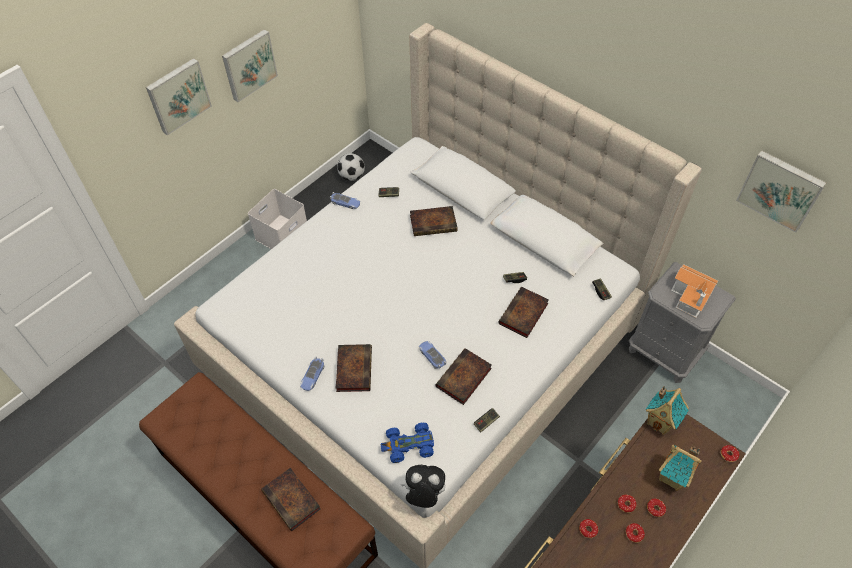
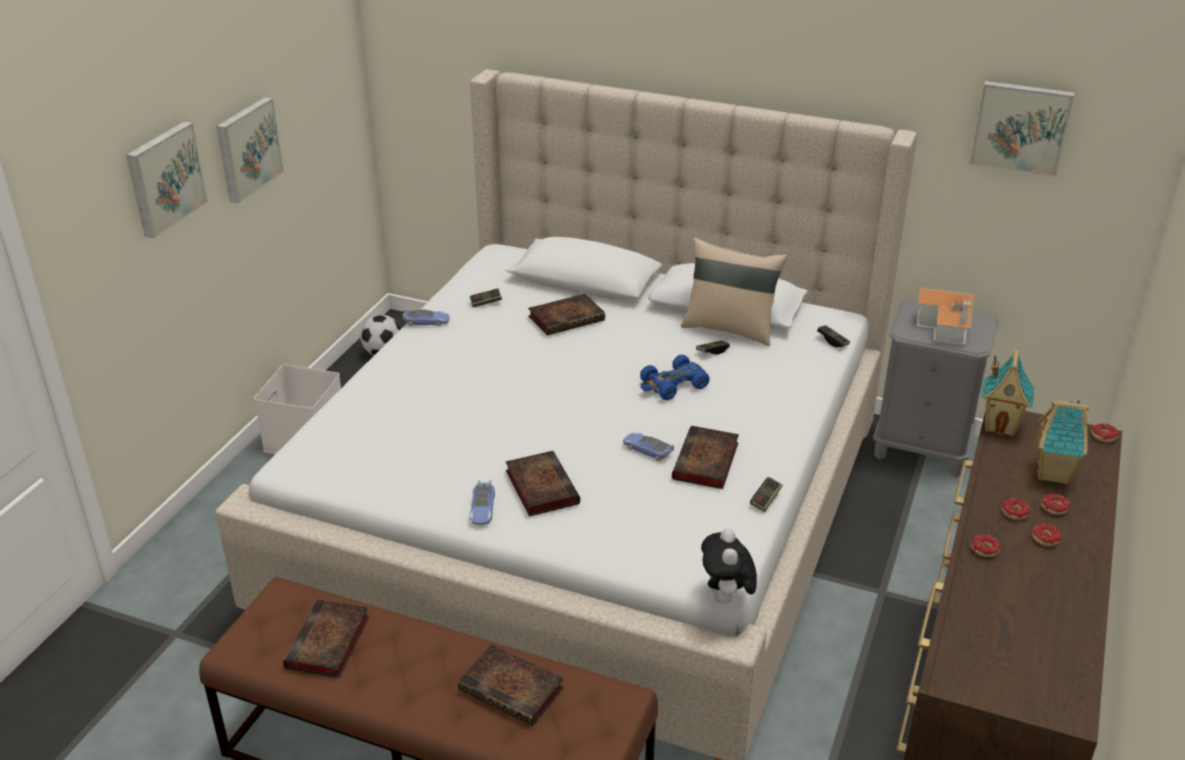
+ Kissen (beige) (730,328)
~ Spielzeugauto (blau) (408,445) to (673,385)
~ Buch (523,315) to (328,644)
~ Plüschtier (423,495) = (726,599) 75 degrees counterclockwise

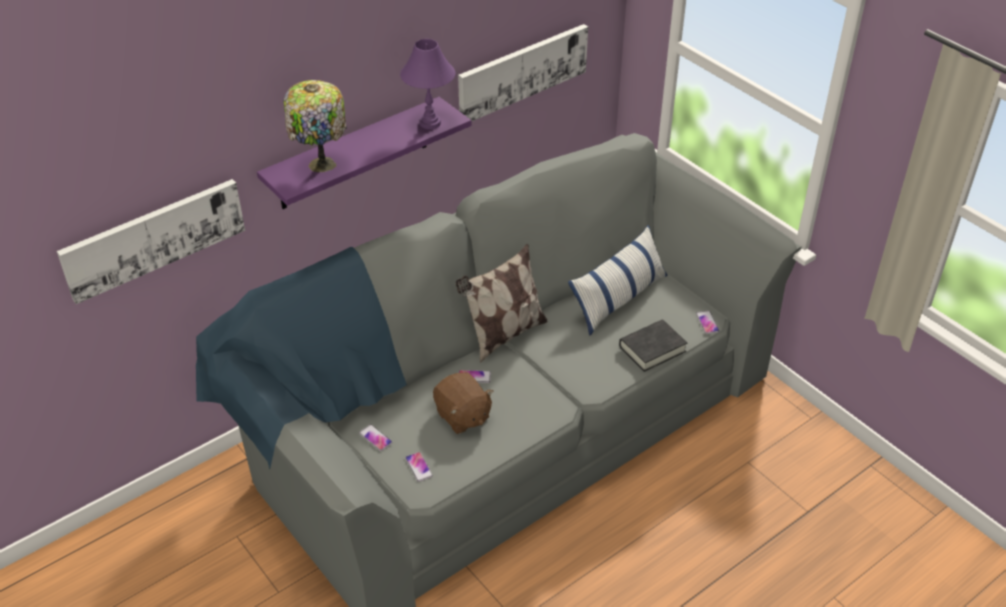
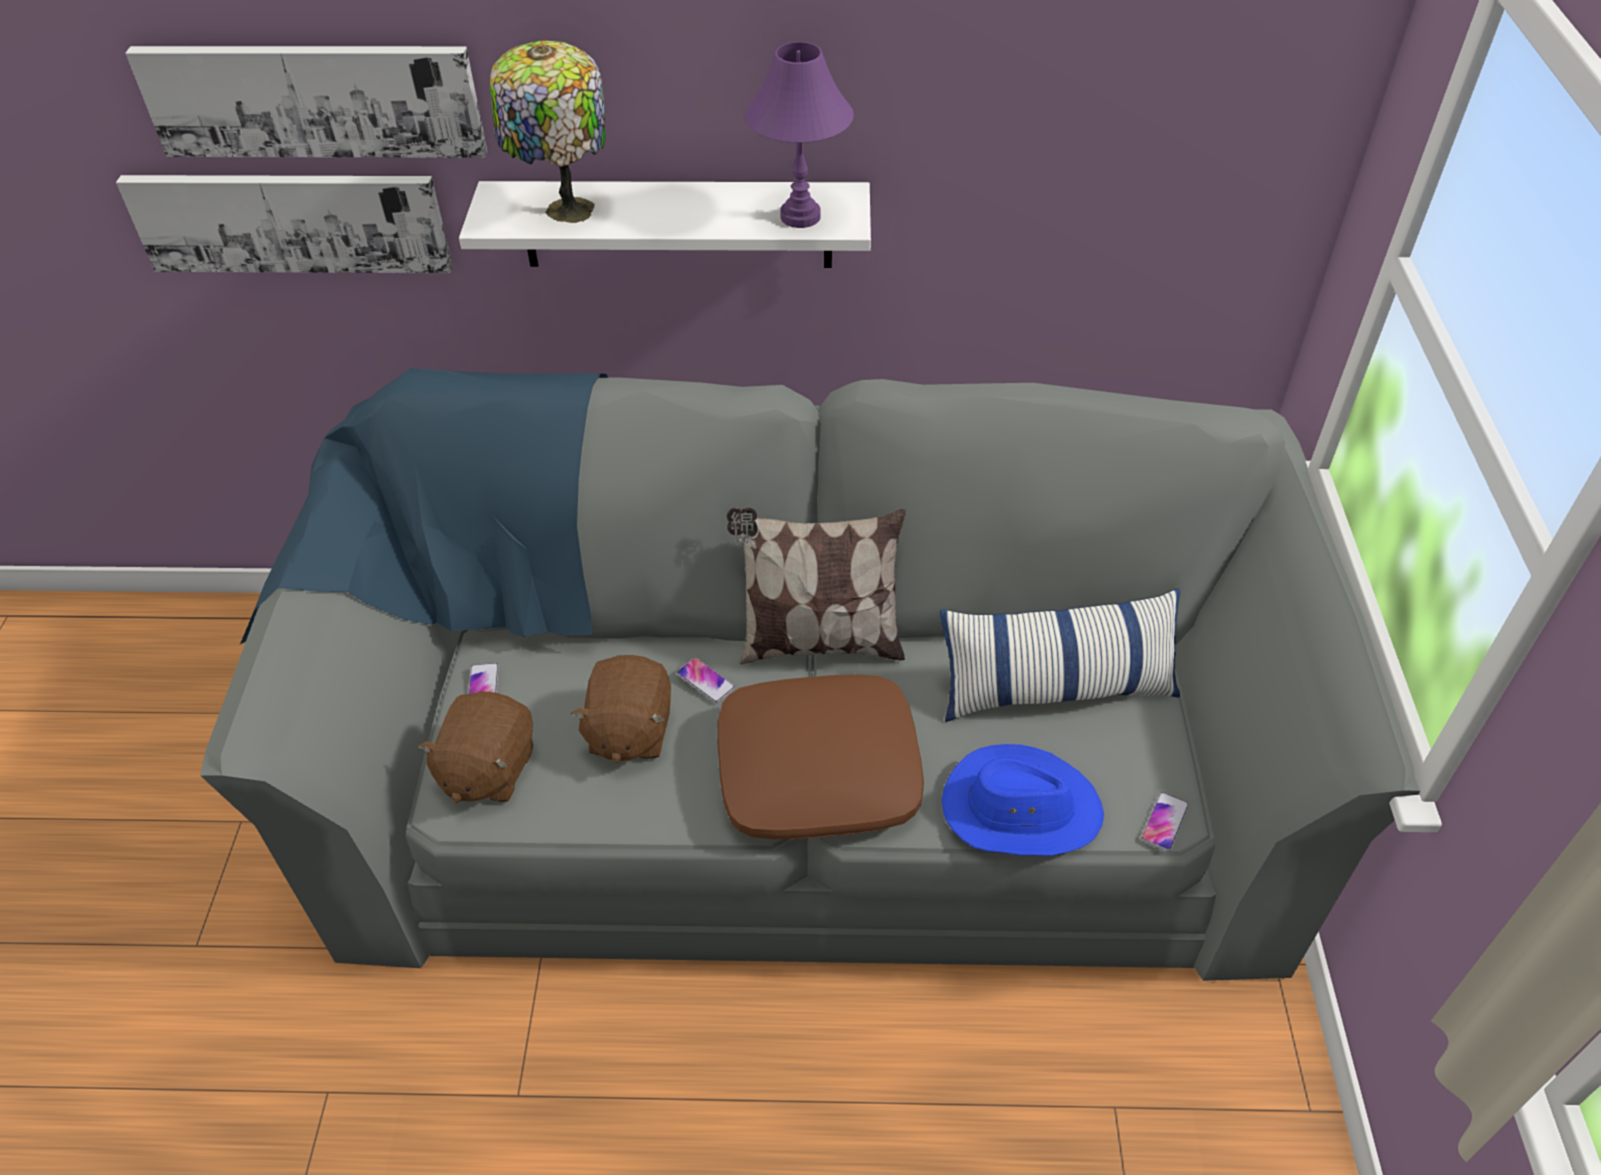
+ Kissen (braun) (819,769)
~ Bild (522,71) to (314,99)
~ Handy (419,467) to Plüschtier (braun) (487,769)
~ Buch (schwarz) (652,349) to Hut (blau) (1020,808)
~ Wandregal (lila) (353,154) to Wandregal (weiß) (677,224)

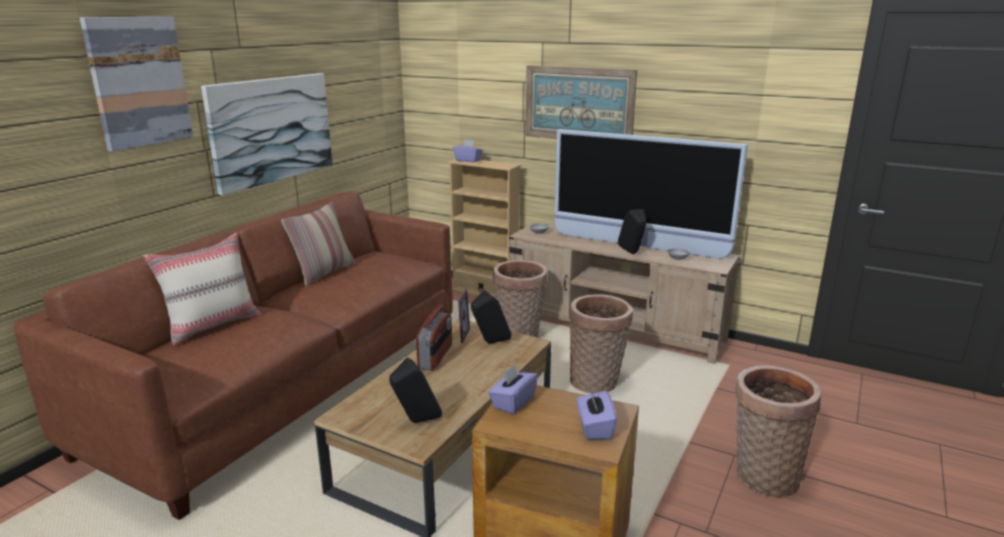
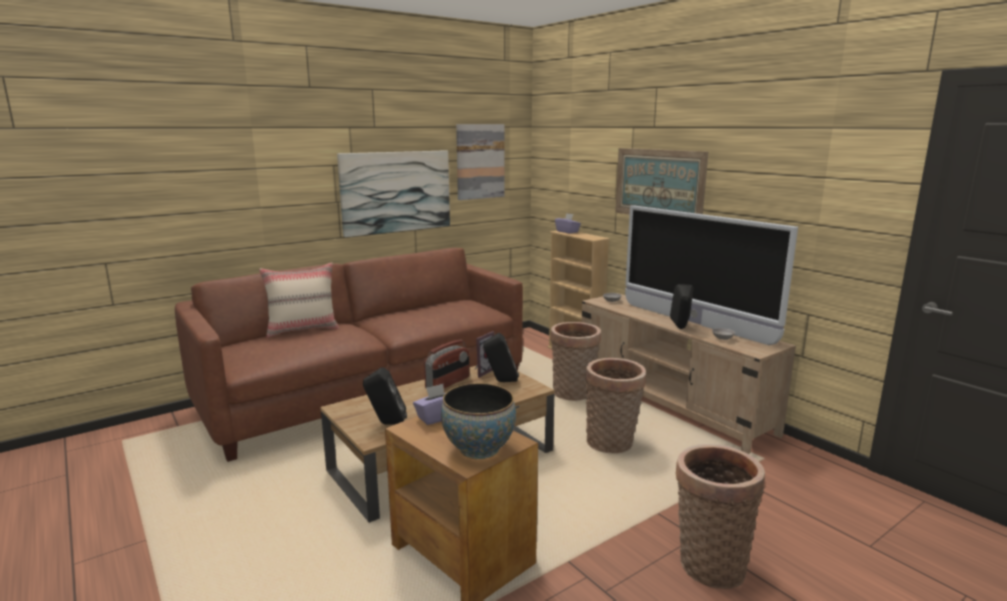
- Kissen (323,273)
~ Bild (139,82) to (480,161)
~ Taschentuchbox (lila) (594,428) to Schüssel (479,449)

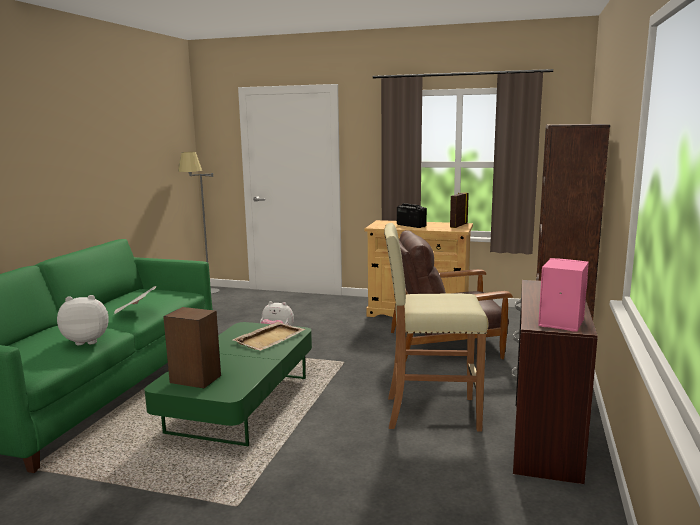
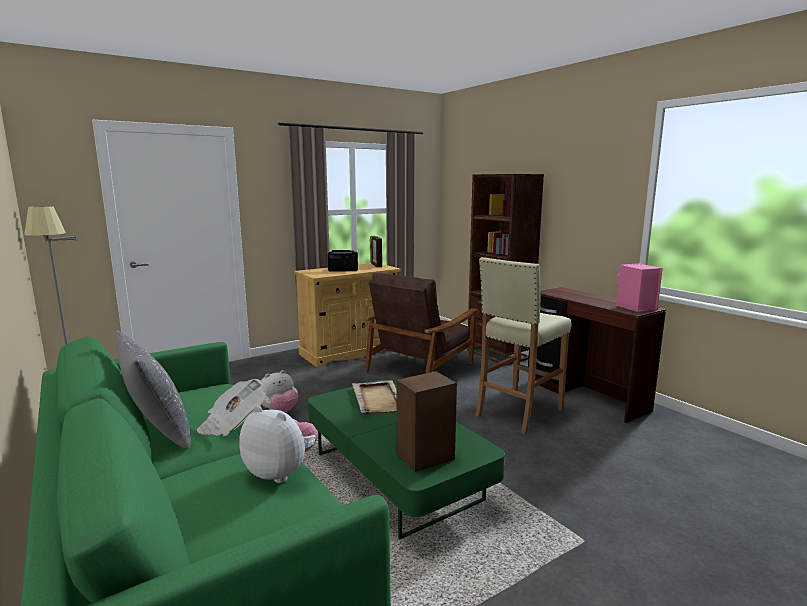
+ Kissen (grau) (157,431)
~ Plüschtier (87,341) = (281,472) 90 degrees clockwise

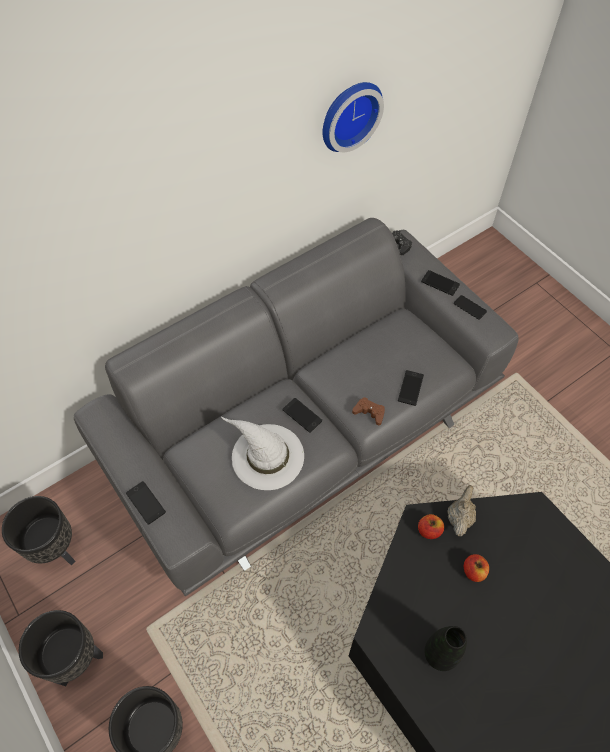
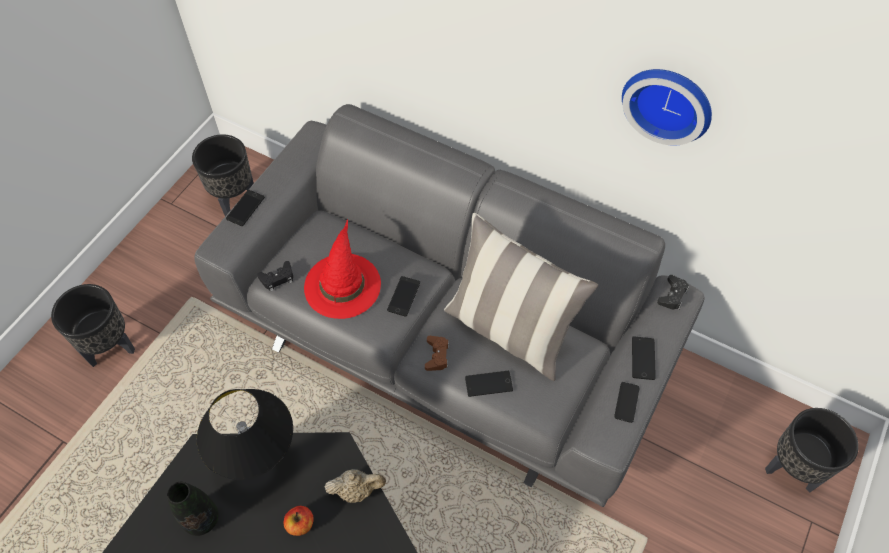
- Apfel (429,530)
+ Tischlampe (schwarz) (263,467)
+ Gamepad (schwarz) (277,278)
+ Kissen (510,330)
~ Pflanzkübel (schwarz) (77,659) to (792,470)
~ Hut (weiß) (266,456) to Hut (rot) (342,284)

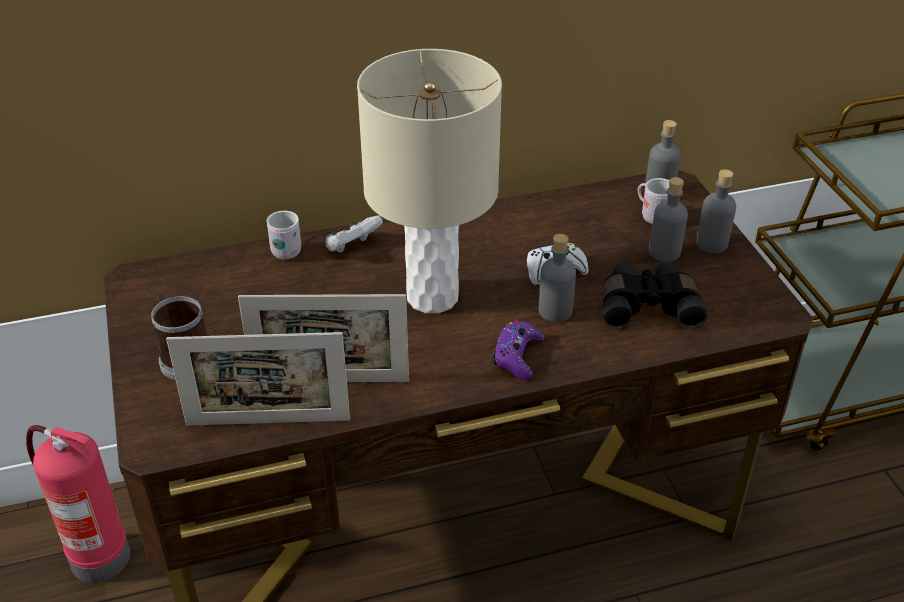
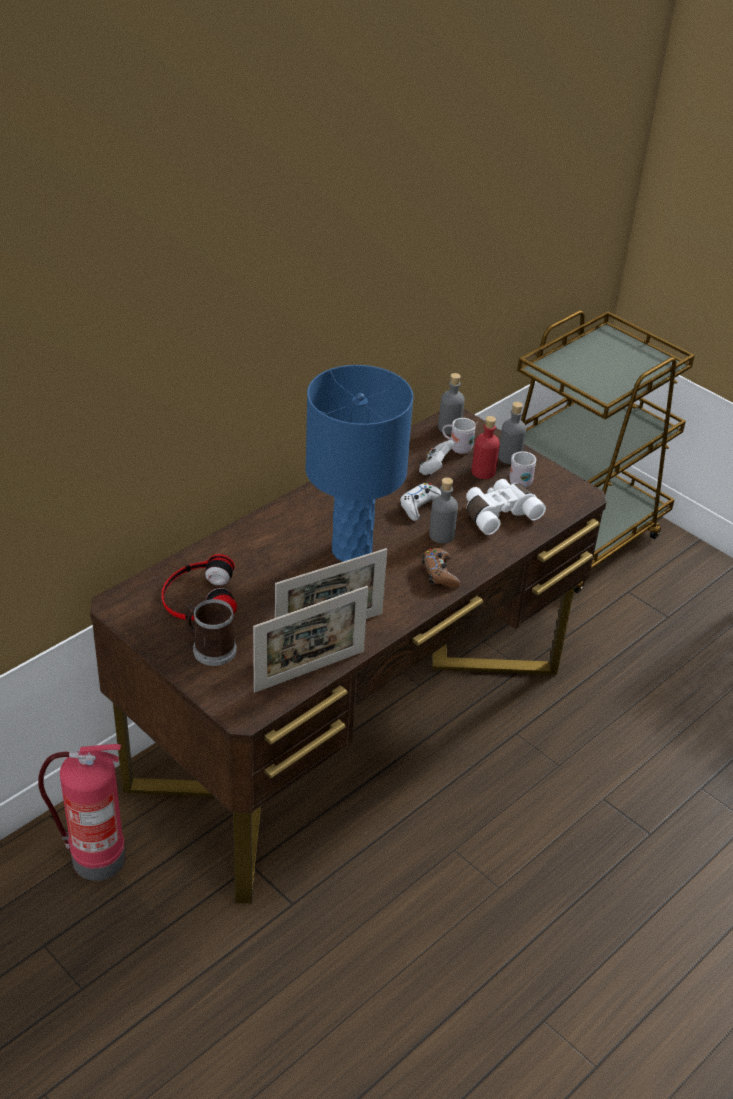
+ Kopfhörer (199,597)
~ Henkelbecher (weiß) (287,249) to (518,481)
~ Gamepad (weiß) (352,247) to (434,468)
~ Tischlampe (beige) (433,298) to Tischlampe (blau) (352,551)
~ Gamepad (lila) (517,356) to Gamepad (braun) (440,573)
~ Fernglas (schwarz) (648,306) to Fernglas (weiß) (498,513)
~ Flasche (grau) (664,252) to Flasche (rot) (483,472)

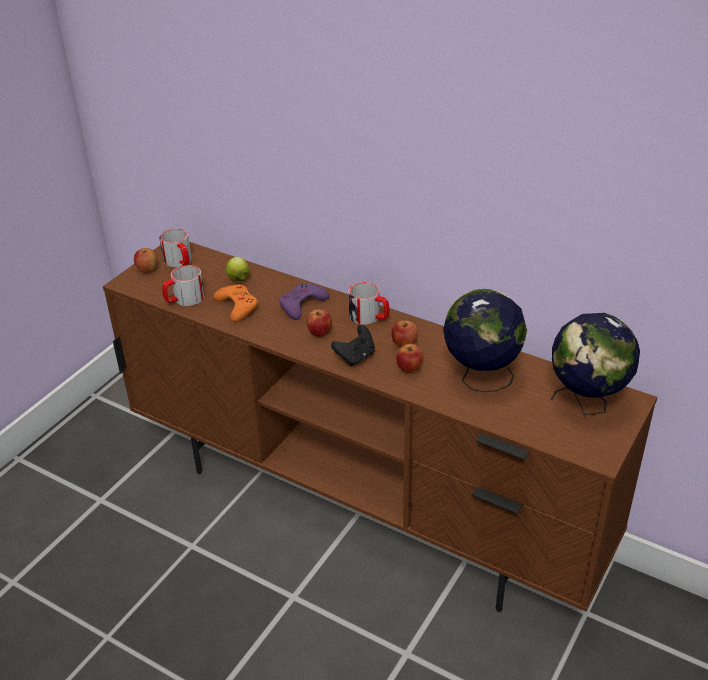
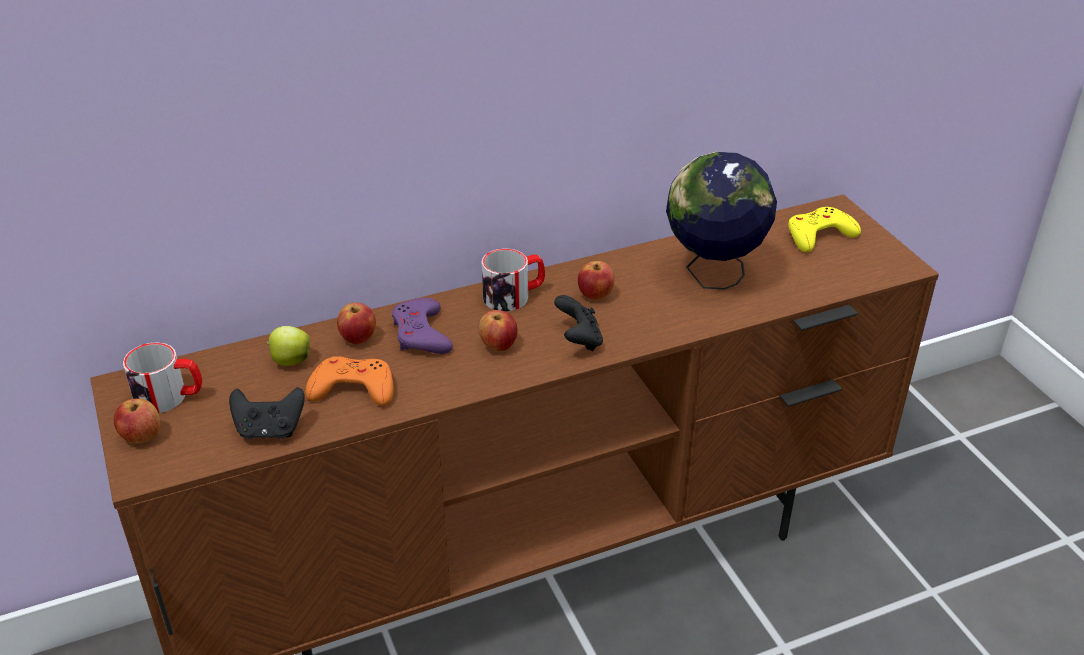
~ Apfel (409,368) to (358,338)
~ Henkelbecher (184,299) to Gamepad (schwarz) (270,430)
~ Globus (586,404) to Gamepad (gelb) (819,235)

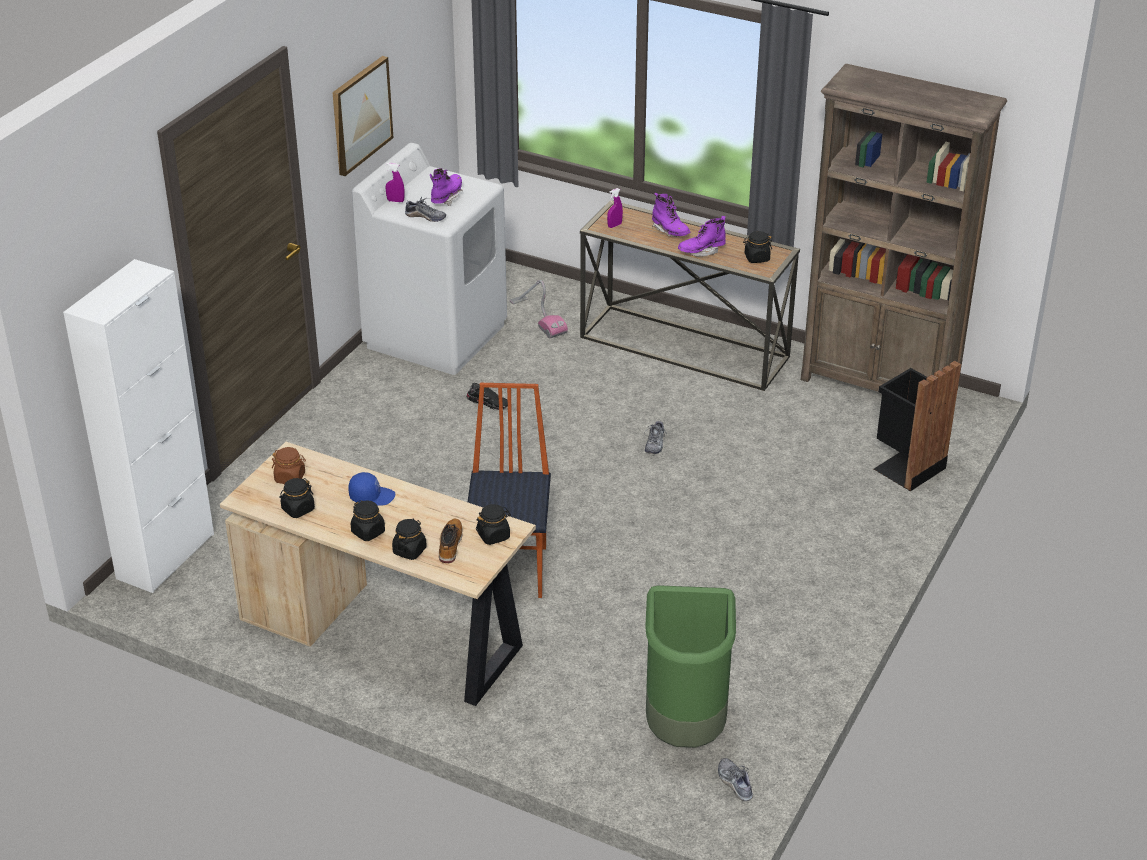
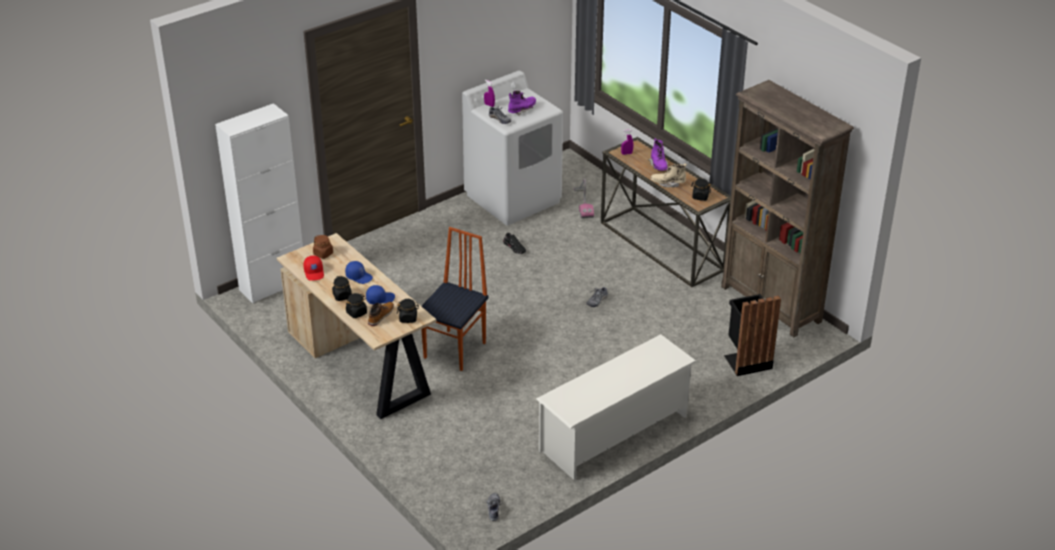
- Bild (361,115)
- Mülleimer (grün) (686,727)
+ Kappe (blau) (380,299)
+ Schuhregal (weiß) (614,433)
~ Vorratsglas (schwarz) (298,509) to Kappe (rot) (314,272)
~ Stiefel (lila) (701,251) to Stiefel (beige) (668,183)

